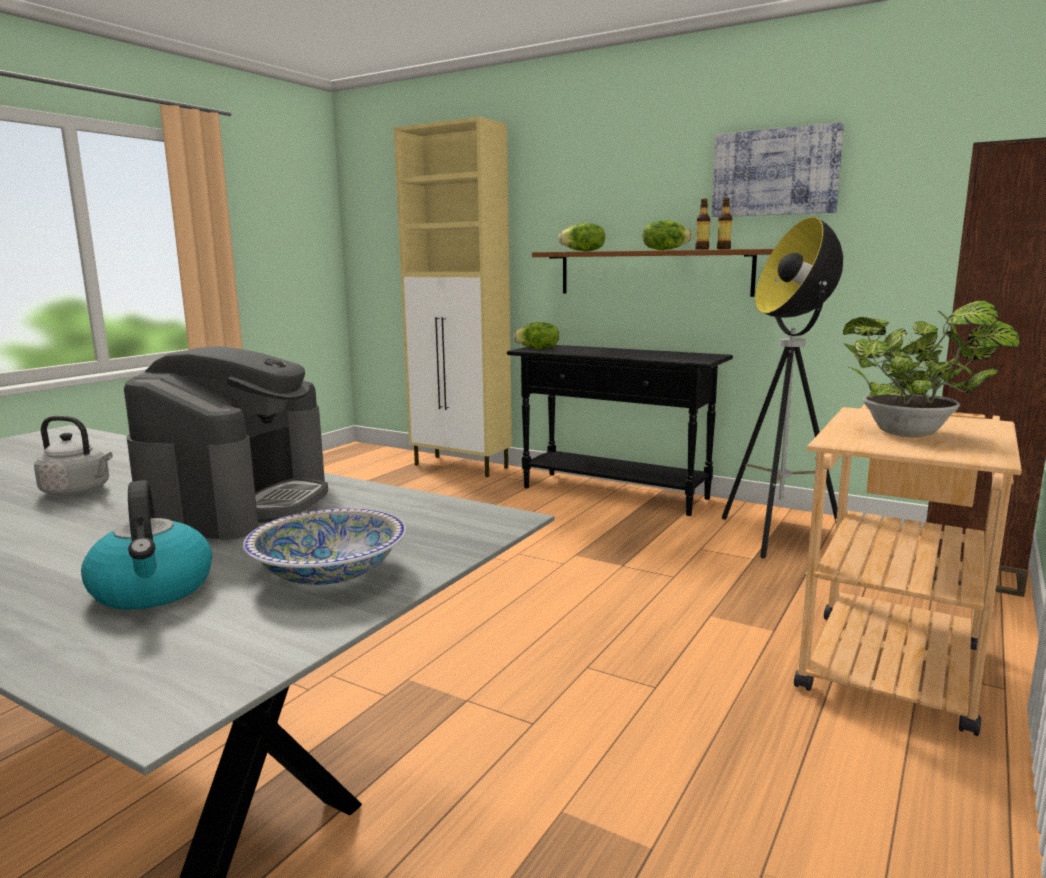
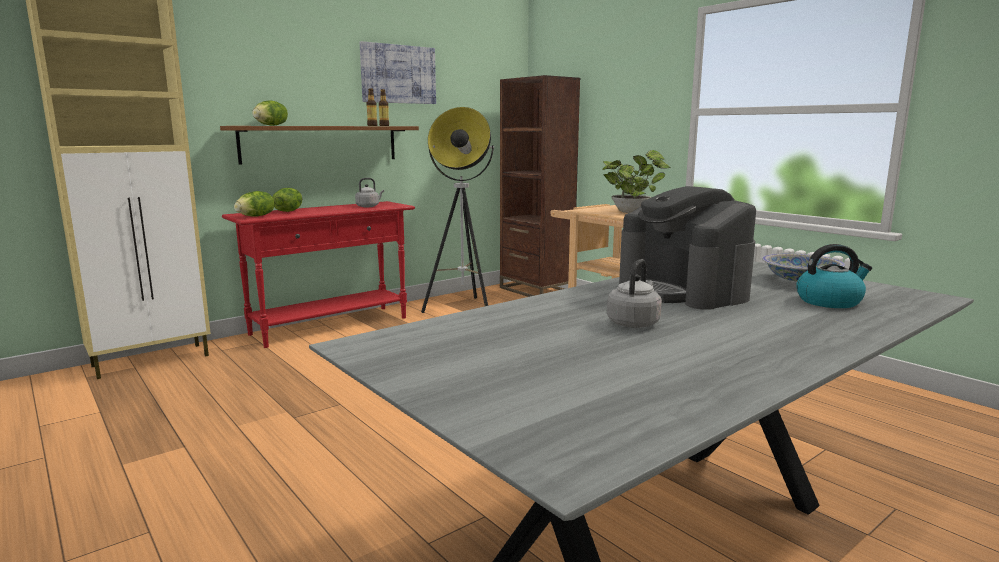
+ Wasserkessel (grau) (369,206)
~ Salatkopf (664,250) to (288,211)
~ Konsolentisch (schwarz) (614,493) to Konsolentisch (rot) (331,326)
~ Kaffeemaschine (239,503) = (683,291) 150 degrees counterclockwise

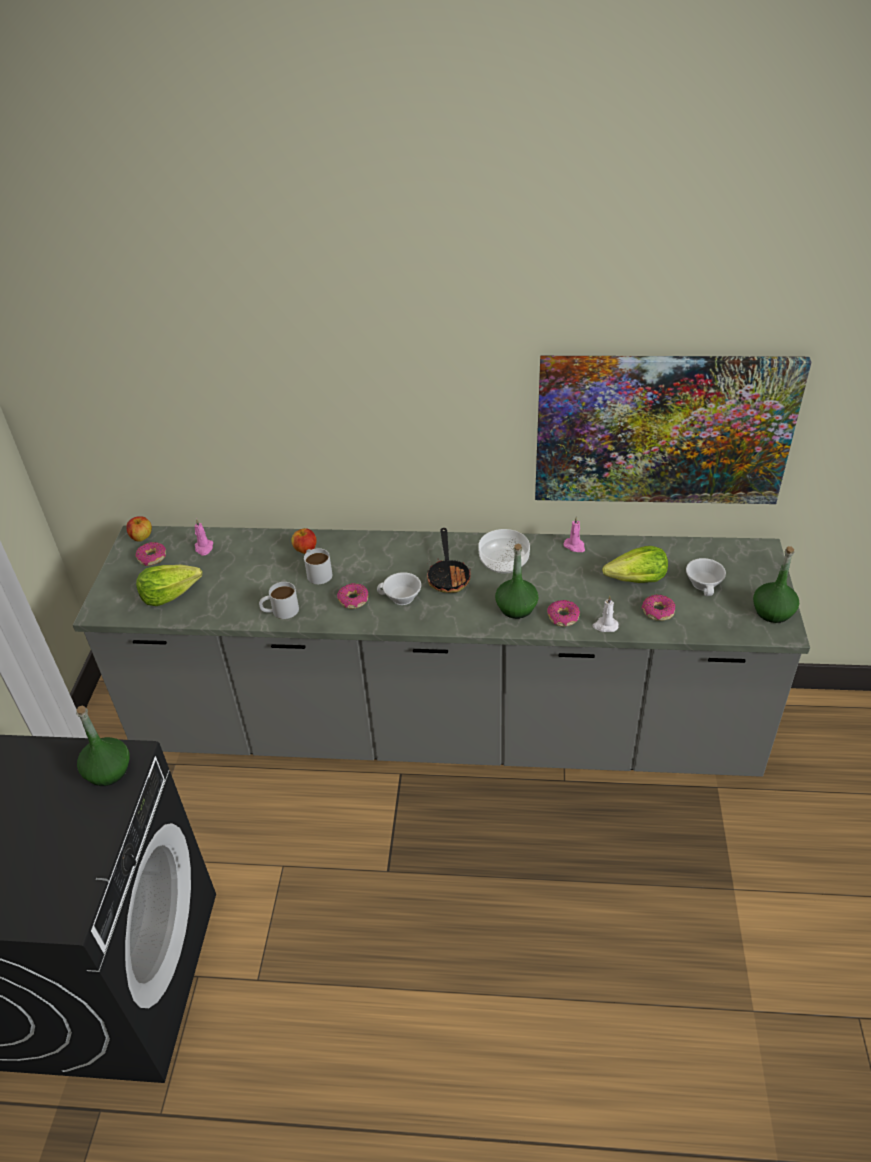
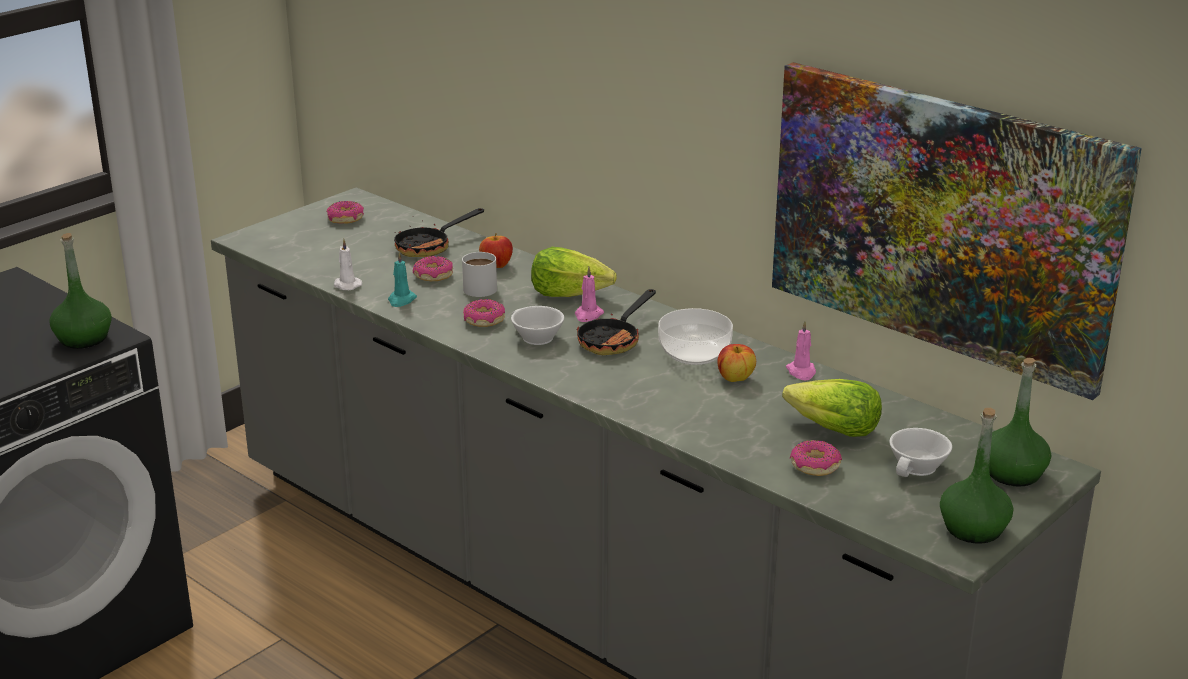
+ Pfanne (430,247)
~ Apfel (141,537) to (735,378)
~ Salatkopf (170,594) to (570,293)
~ Kerze (rosa) (204,548) to (588,315)
~ Flasche (grün) (516,608) to (1012,473)
~ Donut (563,617) to (433,275)
~ Kerze (weiß) (605,626) to (346,285)
~ Henkelbecher (weiß) (280,611) to Kerze (türkis) (401,300)

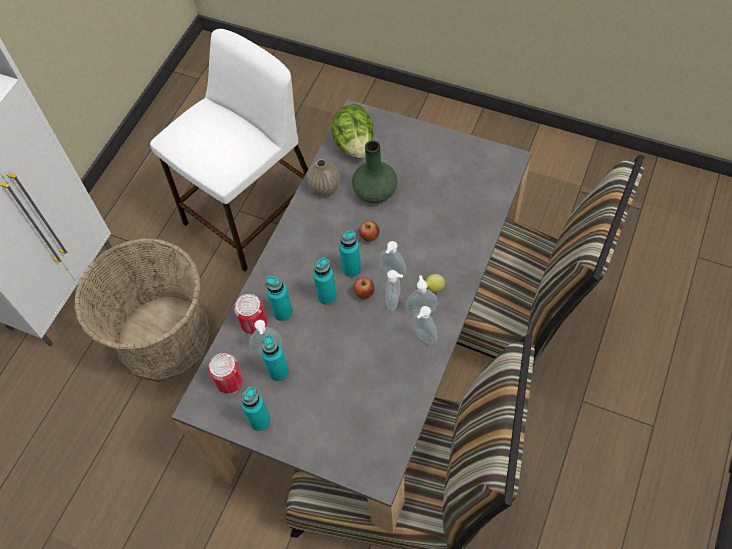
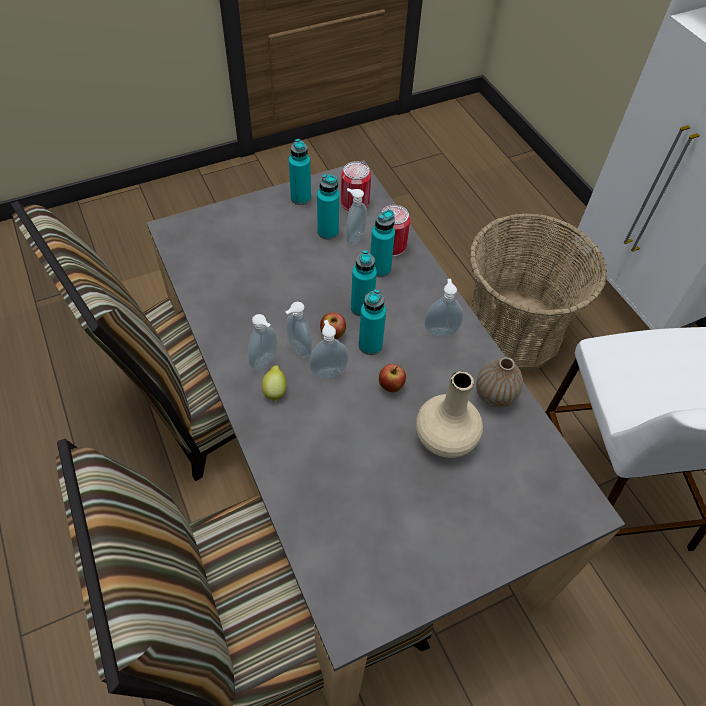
- Salatkopf (354,144)
~ Seifenspender (423,337) to (440,330)
~ Vase (grün) (375,191) to Vase (beige) (446,438)

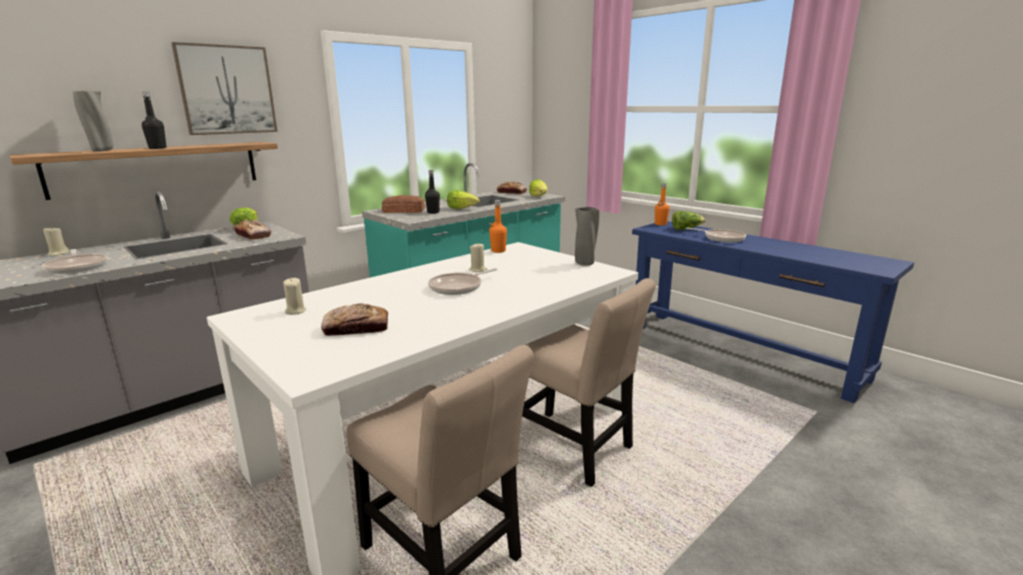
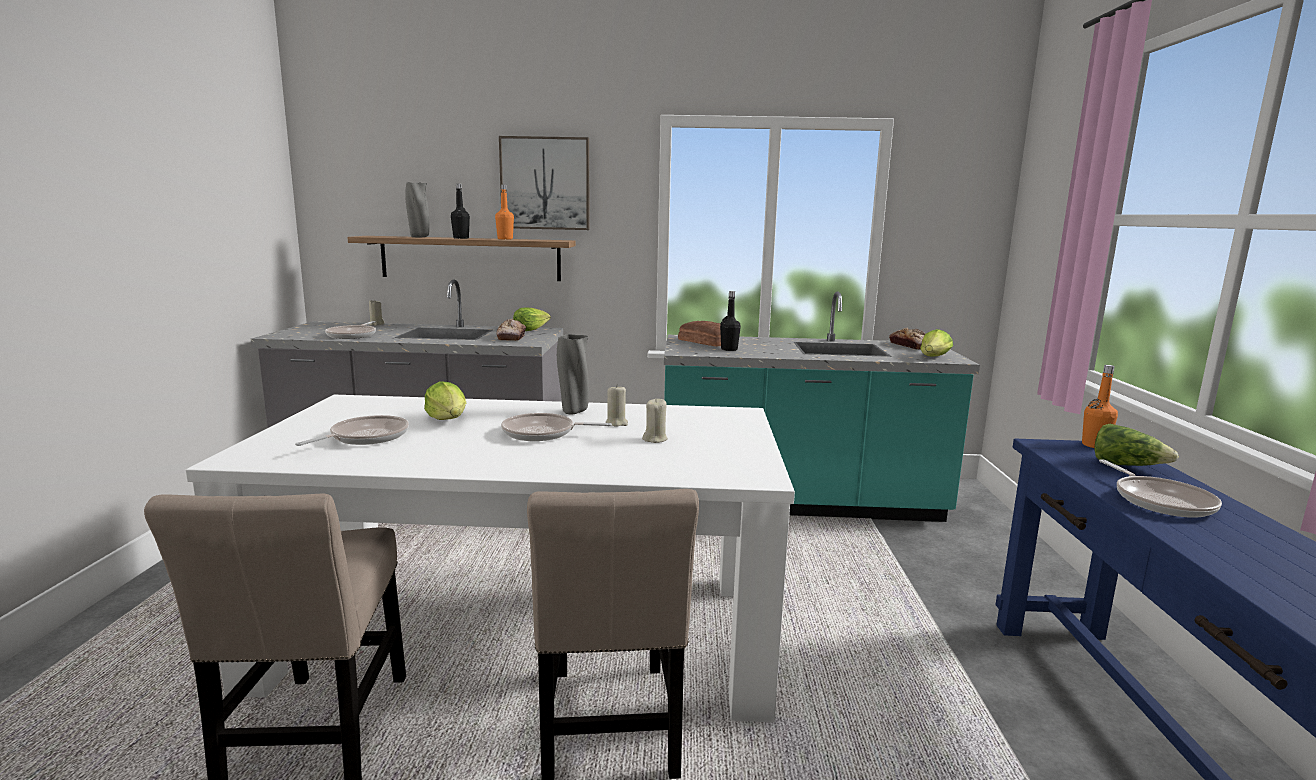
~ Kerze (beige) (295,311) to (655,439)
~ Salatkopf (462,208) to (448,420)
~ Flasche (orange) (498,251) to (505,239)
~ Vase (grau) (585,263) to (573,412)
~ Brot (356,328) to Pfanne (365,437)

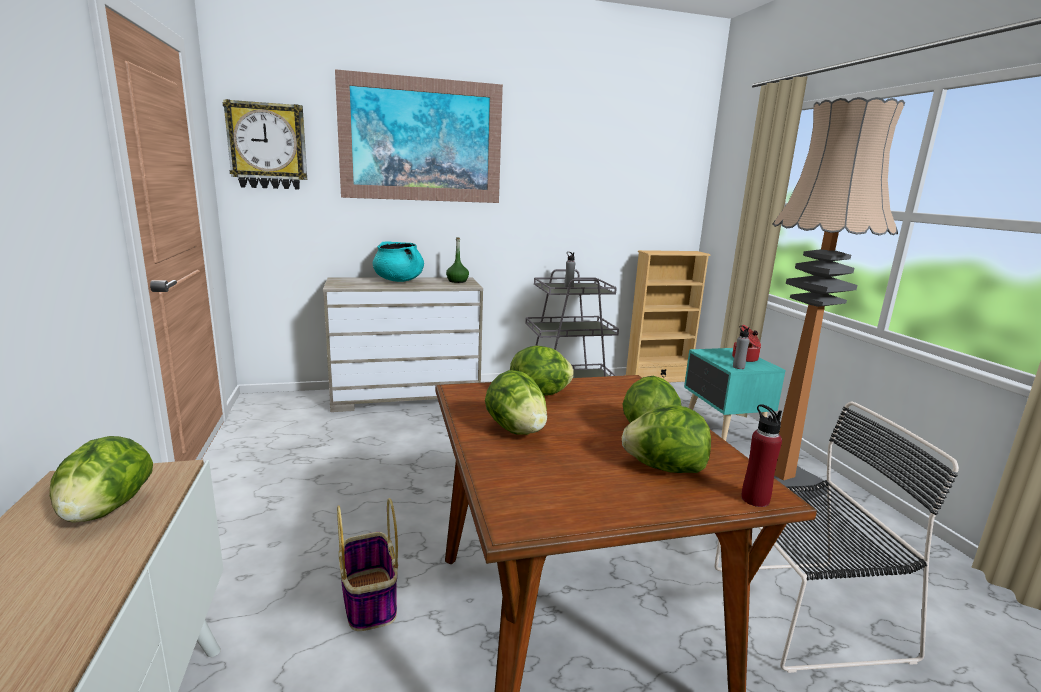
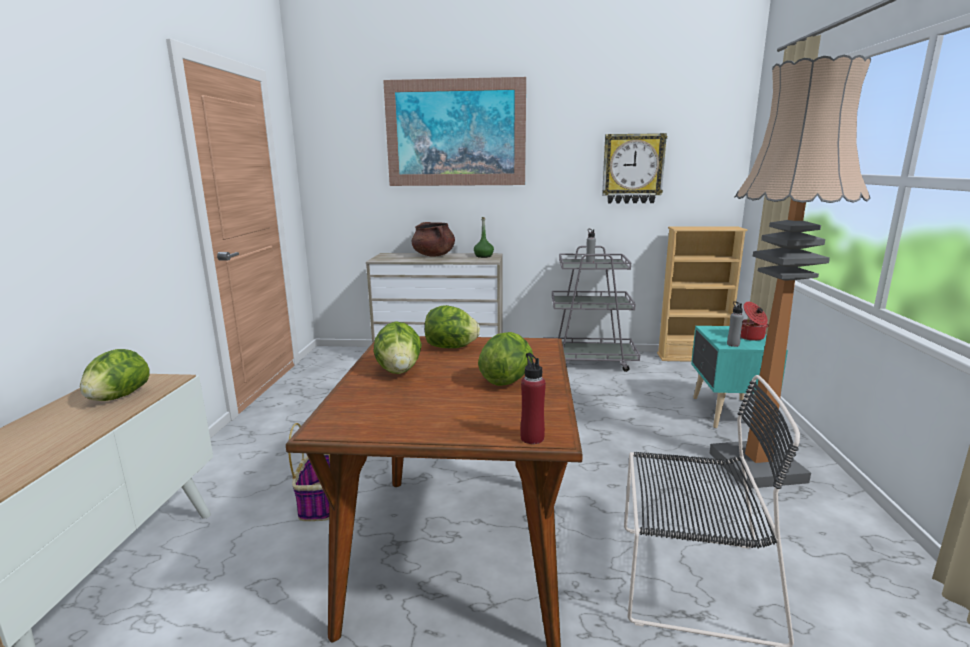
- Salatkopf (664,468)
~ Wanduhr (267,146) to (632,169)
~ Kochtopf (türkis) (399,280) to Kochtopf (braun) (434,255)

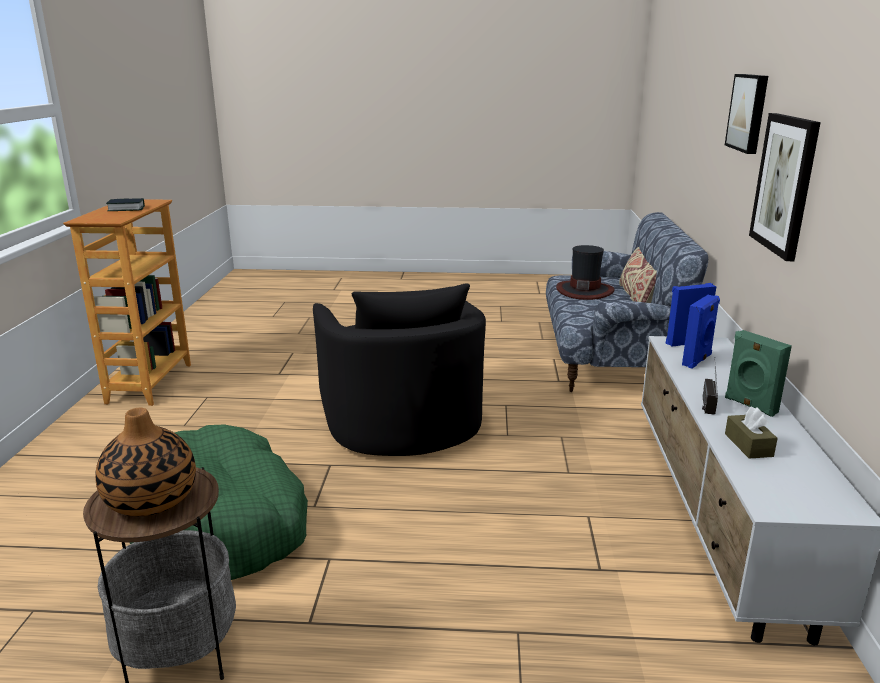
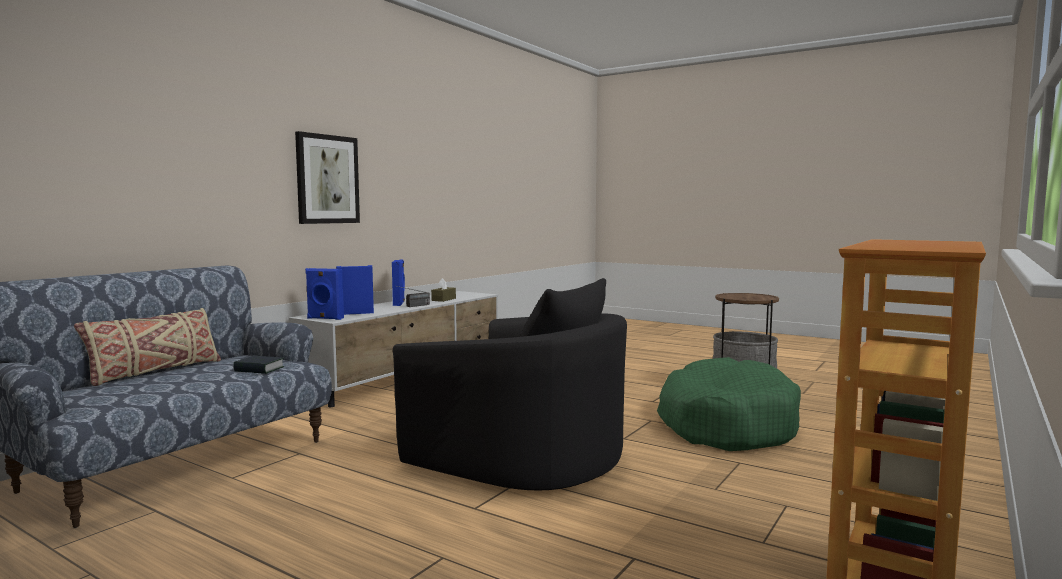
- Vase (151,500)
- Hut (584,290)
- Bild (749,112)
~ Buch (126,209) to (259,369)
~ Lautsprecher (grün) (750,406) to Lautsprecher (blau) (399,303)
~ Sessel (schwarz) (400,418) = (521,457) 105 degrees clockwise

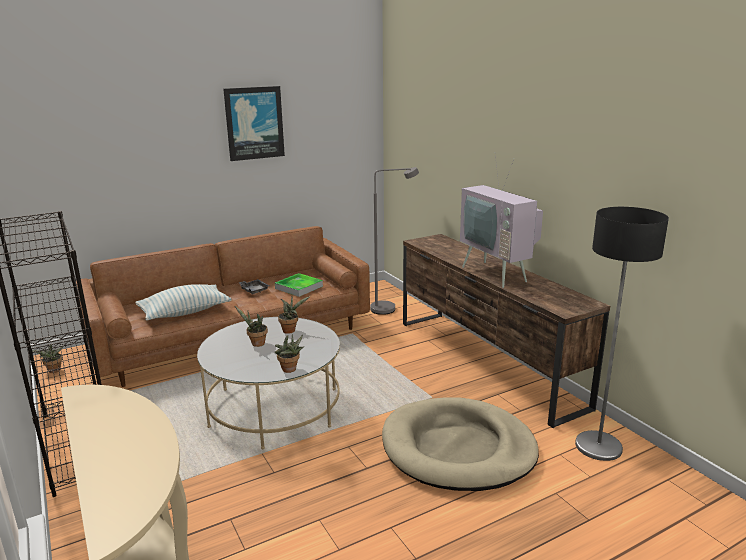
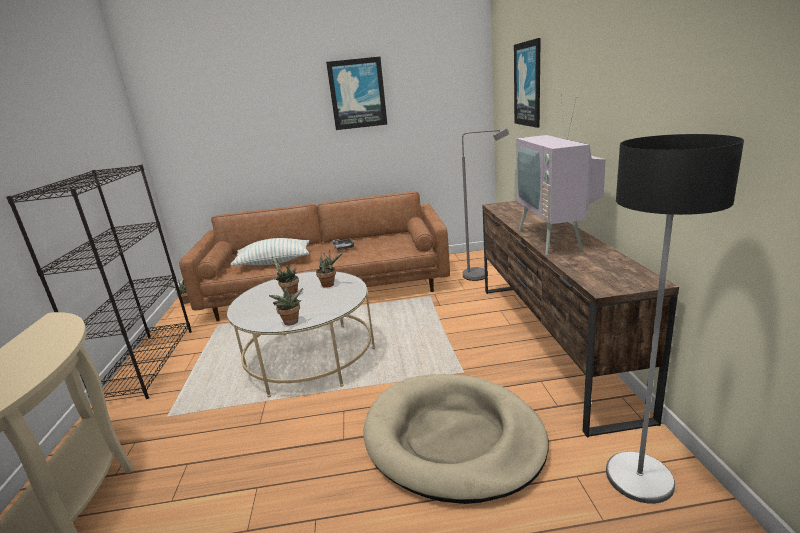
- Tablett (299,287)
+ Bild (528,84)

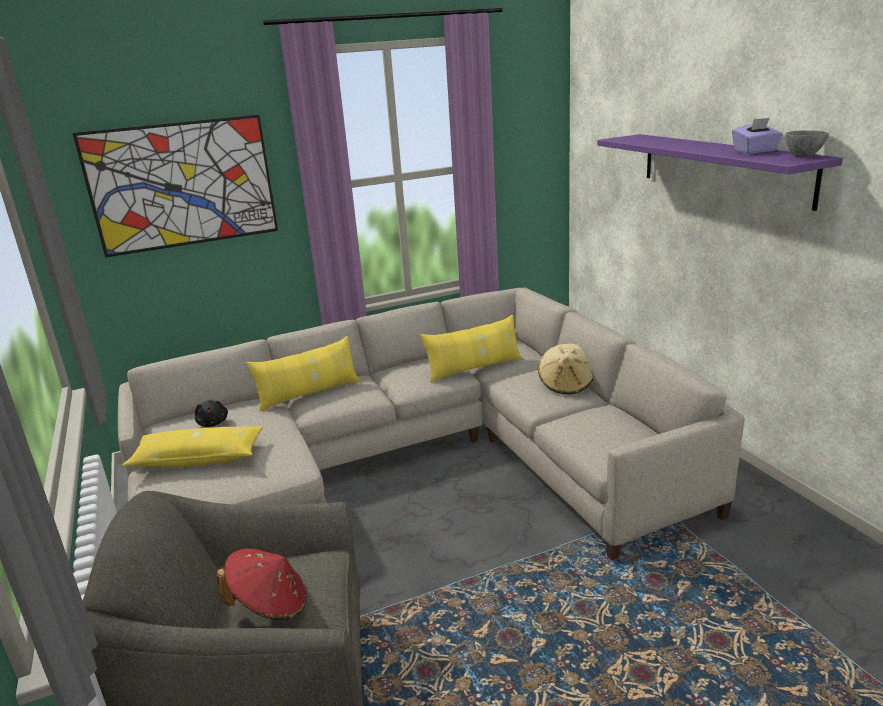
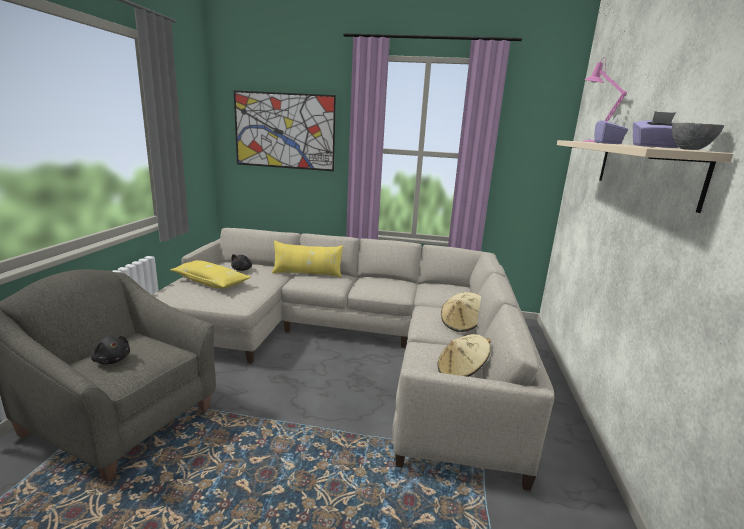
- Kissen (gelb) (474,368)
+ Hut (beige) (461,372)
+ Tischlampe (rosa) (591,141)
+ Taschentuchbox (lila) (607,143)
~ Hut (rot) (270,605) to Plüschtier (schwarz) (112,360)
~ Wandregal (lila) (722,168) to Wandregal (beige) (644,170)

